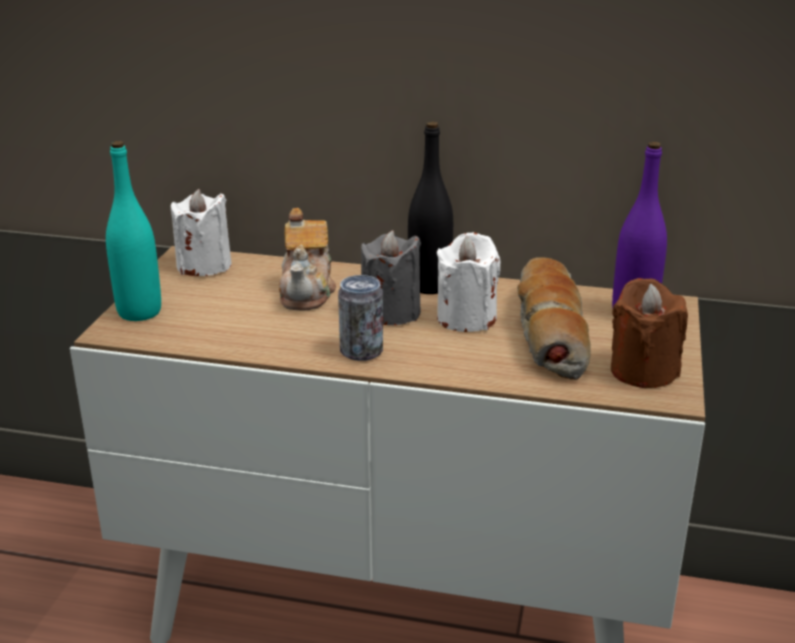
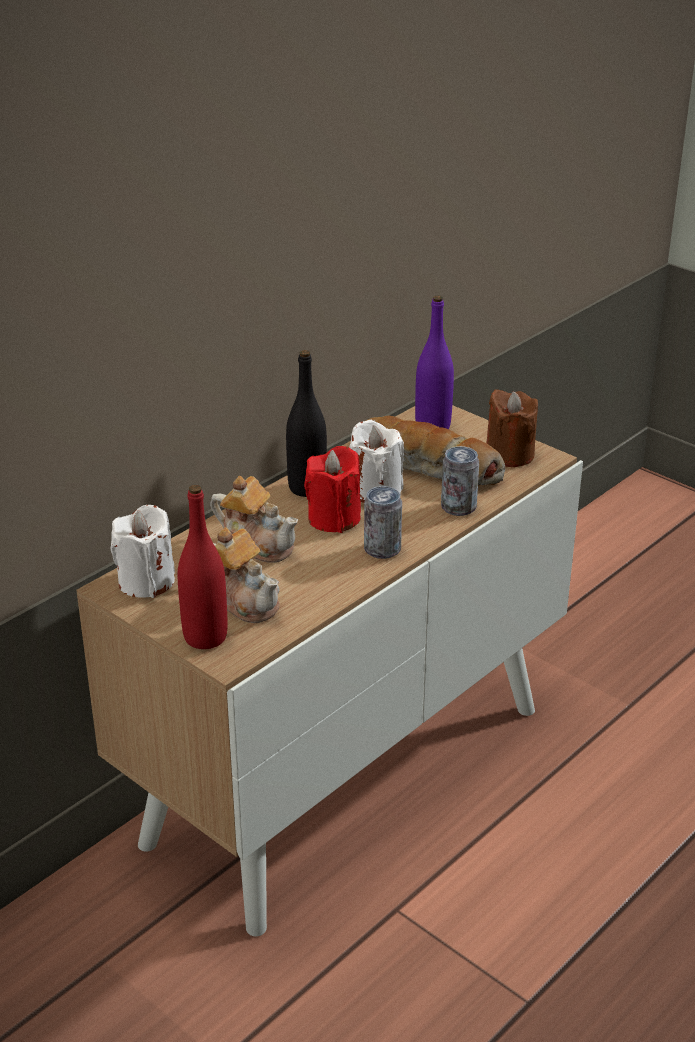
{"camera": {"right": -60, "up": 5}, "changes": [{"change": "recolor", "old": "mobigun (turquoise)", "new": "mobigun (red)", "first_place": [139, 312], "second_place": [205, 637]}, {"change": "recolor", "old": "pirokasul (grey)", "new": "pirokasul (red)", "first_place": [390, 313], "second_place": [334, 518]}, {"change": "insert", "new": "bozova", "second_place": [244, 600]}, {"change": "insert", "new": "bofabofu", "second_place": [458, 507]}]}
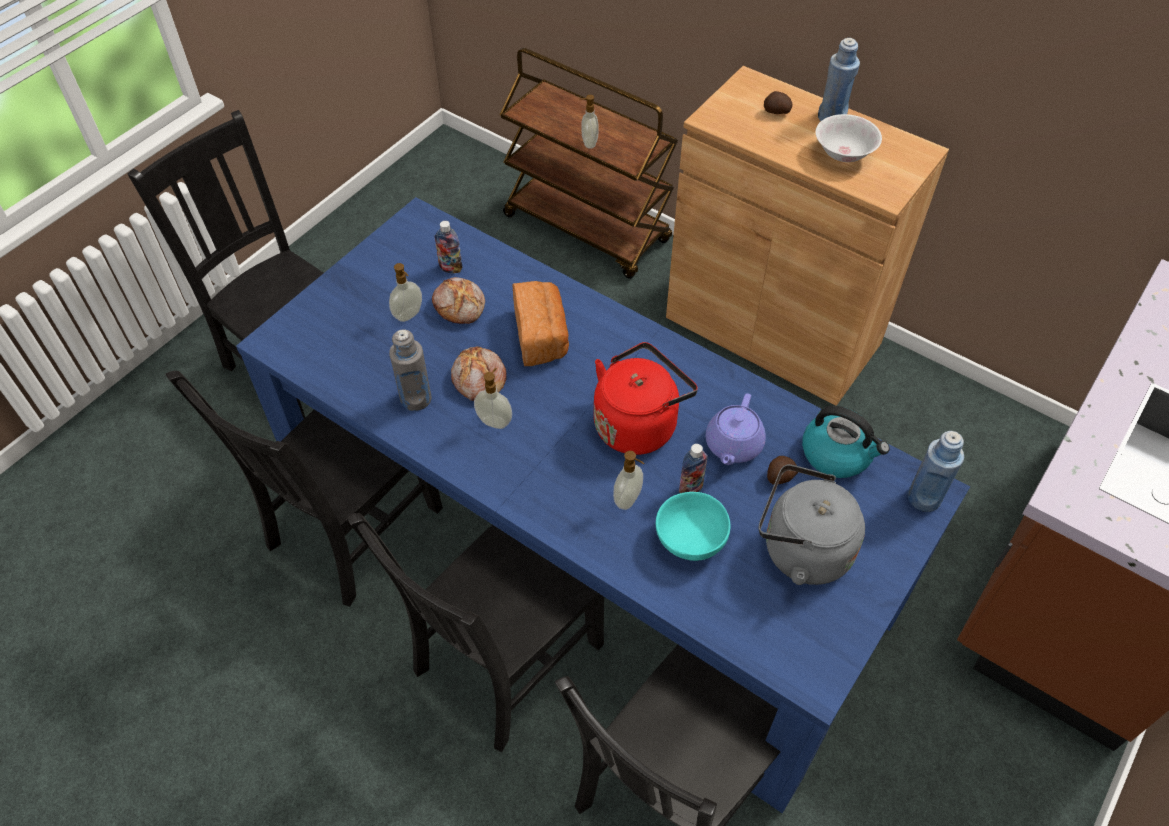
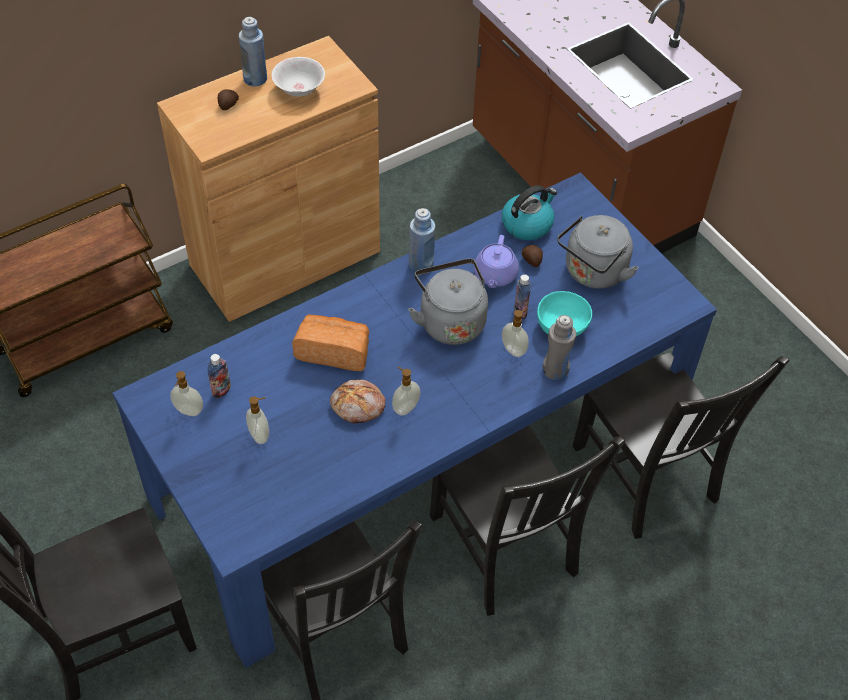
{"camera": {"right": -70, "up": 0}, "changes": [{"change": "move", "old": "mobigun (grey)", "first_place": [416, 399], "second_place": [555, 370]}, {"change": "delete", "old": "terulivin", "first_place": [460, 305]}, {"change": "move", "old": "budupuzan", "first_place": [588, 143], "second_place": [188, 411]}, {"change": "recolor", "old": "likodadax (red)", "new": "likodadax (grey)", "first_place": [638, 423], "second_place": [450, 321]}, {"change": "rotate", "old": "bozova (purple)", "first_place": [733, 445], "second_place": [495, 275], "degrees": 60}, {"change": "move", "old": "mobigun (blue)", "first_place": [924, 498], "second_place": [421, 264]}]}
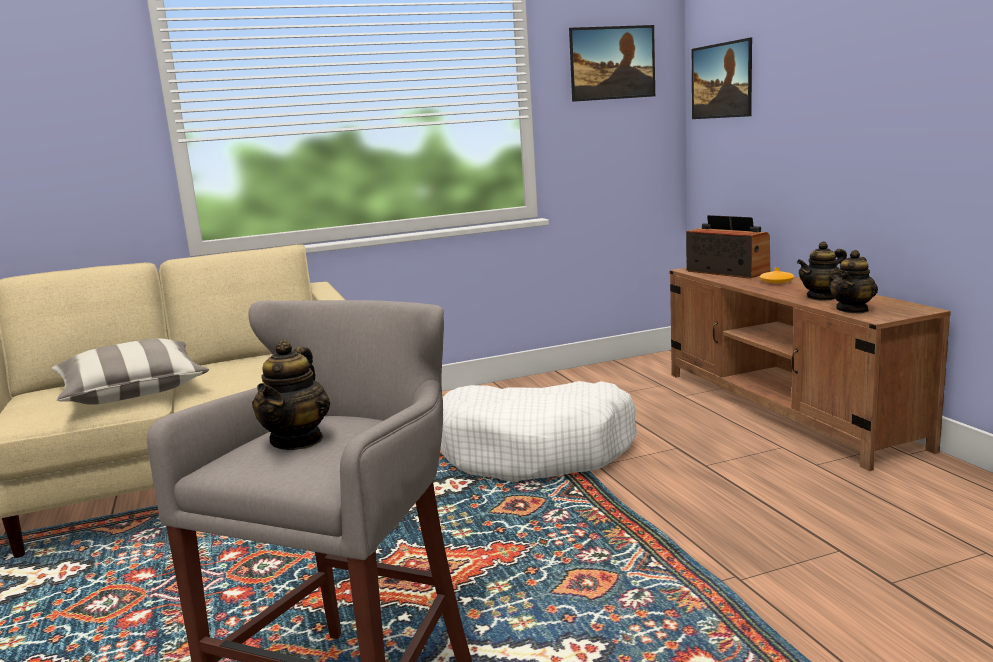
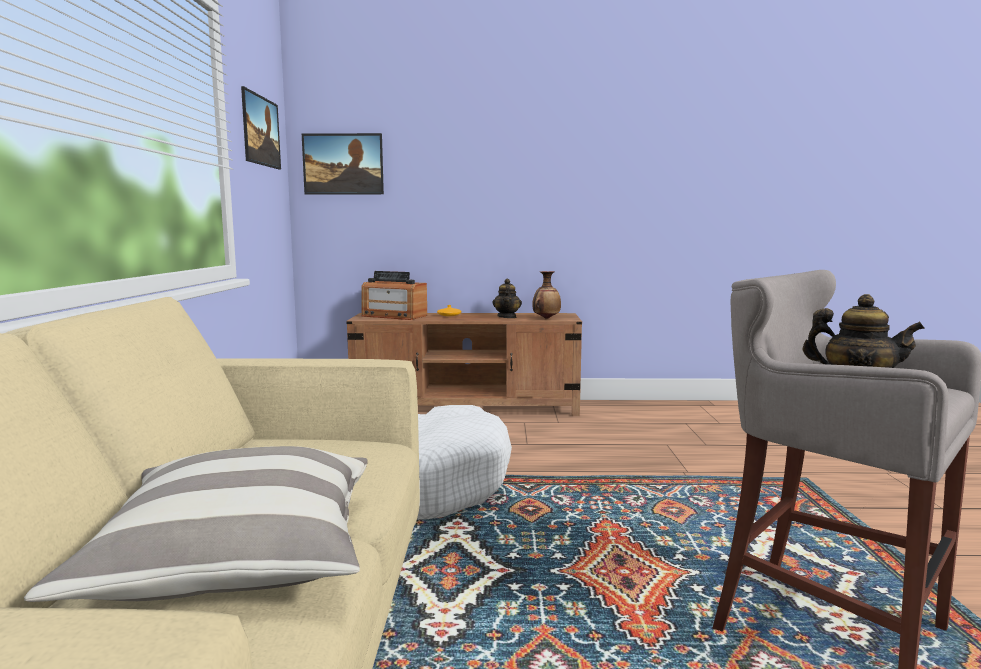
{"camera": {"right": -70, "up": -5}, "changes": [{"change": "rotate", "old": "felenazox", "first_place": [727, 272], "second_place": [394, 316], "degrees": -135}, {"change": "replace", "old": "bozova", "new": "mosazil", "first_place": [852, 310], "second_place": [546, 318]}]}
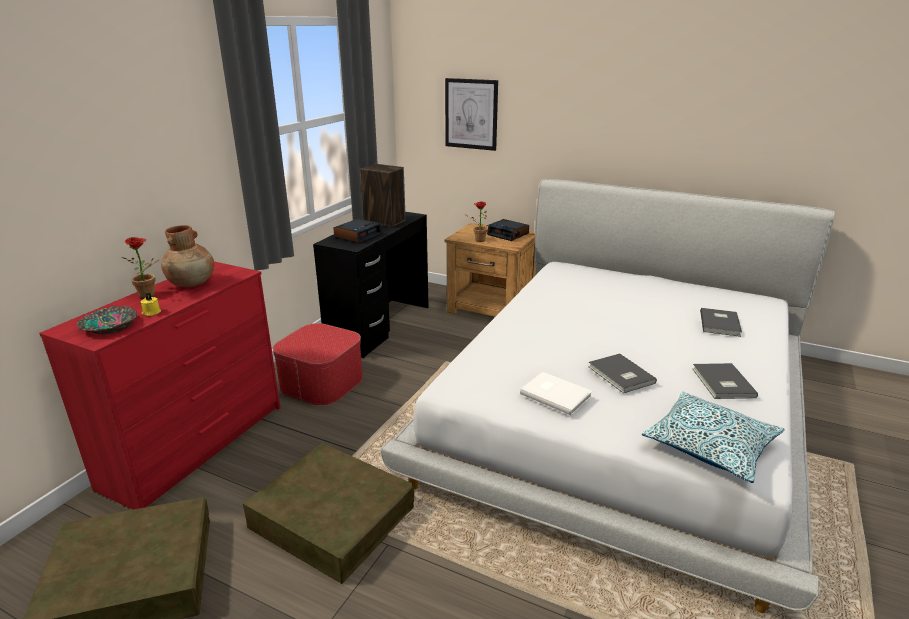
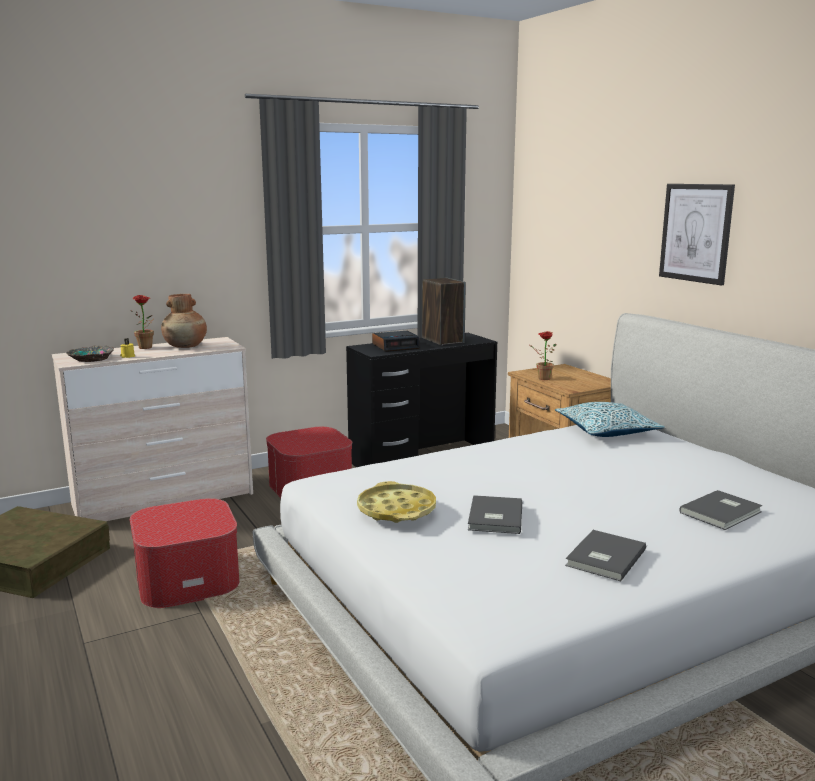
{"camera": {"right": 35, "up": -10}, "changes": [{"change": "recolor", "old": "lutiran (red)", "new": "lutiran (beige)", "first_place": [197, 446], "second_place": [164, 500]}, {"change": "replace", "old": "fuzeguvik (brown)", "new": "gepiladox", "first_place": [332, 517], "second_place": [188, 578]}, {"change": "move", "old": "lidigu", "first_place": [471, 114], "second_place": [696, 233]}, {"change": "delete", "old": "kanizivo", "first_place": [508, 234]}, {"change": "replace", "old": "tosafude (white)", "new": "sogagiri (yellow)", "first_place": [555, 394], "second_place": [396, 510]}, {"change": "move", "old": "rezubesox", "first_place": [710, 446], "second_place": [607, 431]}]}
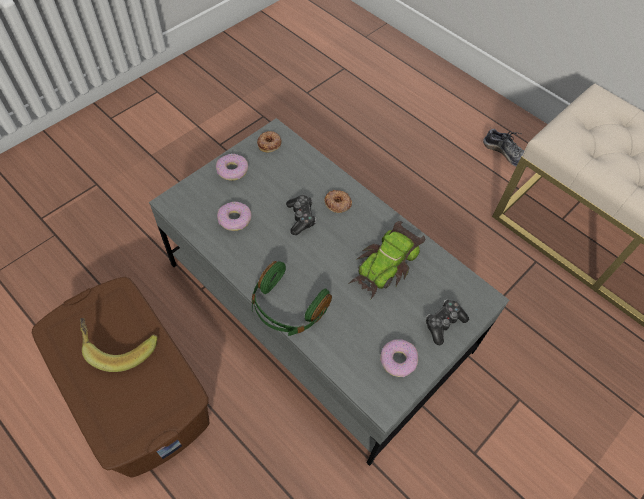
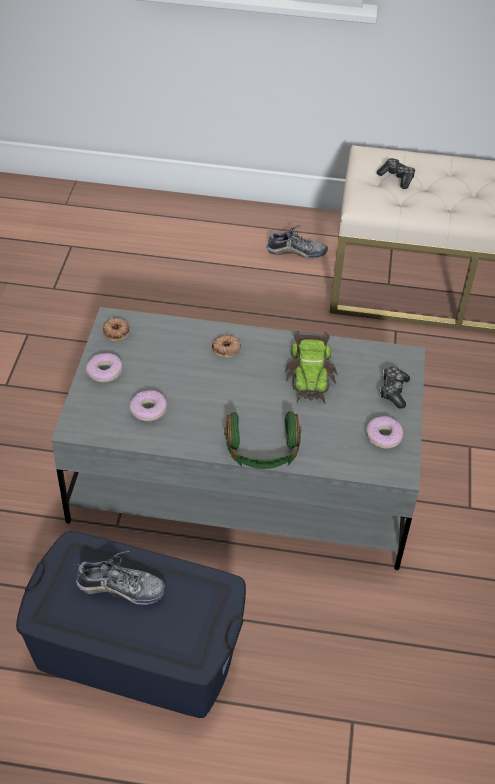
{"camera": {"right": -35, "up": -10}, "changes": [{"change": "recolor", "old": "fuzeguvik (brown)", "new": "fuzeguvik (blue)", "first_place": [137, 389], "second_place": [137, 647]}, {"change": "replace", "old": "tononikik", "new": "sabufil", "first_place": [120, 346], "second_place": [121, 588]}, {"change": "move", "old": "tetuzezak", "first_place": [301, 218], "second_place": [397, 178]}]}
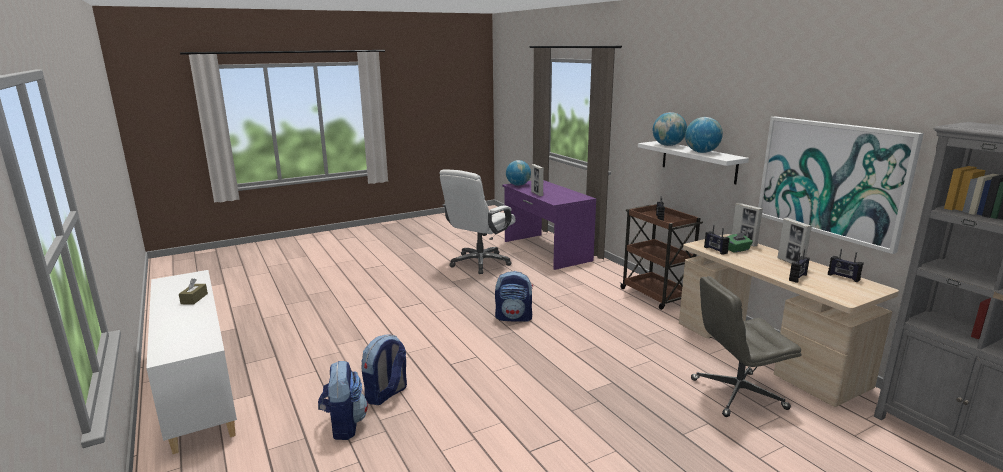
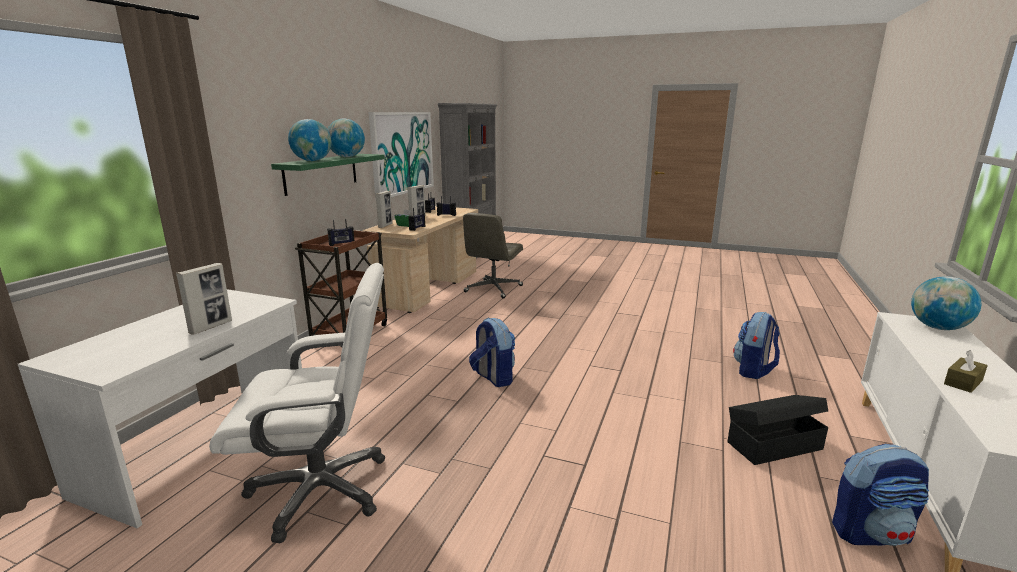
{"camera": {"right": -130, "up": 0}, "changes": [{"change": "move", "old": "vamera", "first_place": [386, 394], "second_place": [871, 533]}, {"change": "recolor", "old": "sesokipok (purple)", "new": "sesokipok (white)", "first_place": [546, 251], "second_place": [203, 447]}, {"change": "move", "old": "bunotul", "first_place": [518, 185], "second_place": [938, 328]}, {"change": "recolor", "old": "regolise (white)", "new": "regolise (green)", "first_place": [698, 161], "second_place": [321, 173]}, {"change": "rotate", "old": "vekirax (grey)", "first_place": [736, 394], "second_place": [493, 289], "degrees": 75}, {"change": "insert", "new": "fuzeguvik (black)", "second_place": [772, 445]}]}
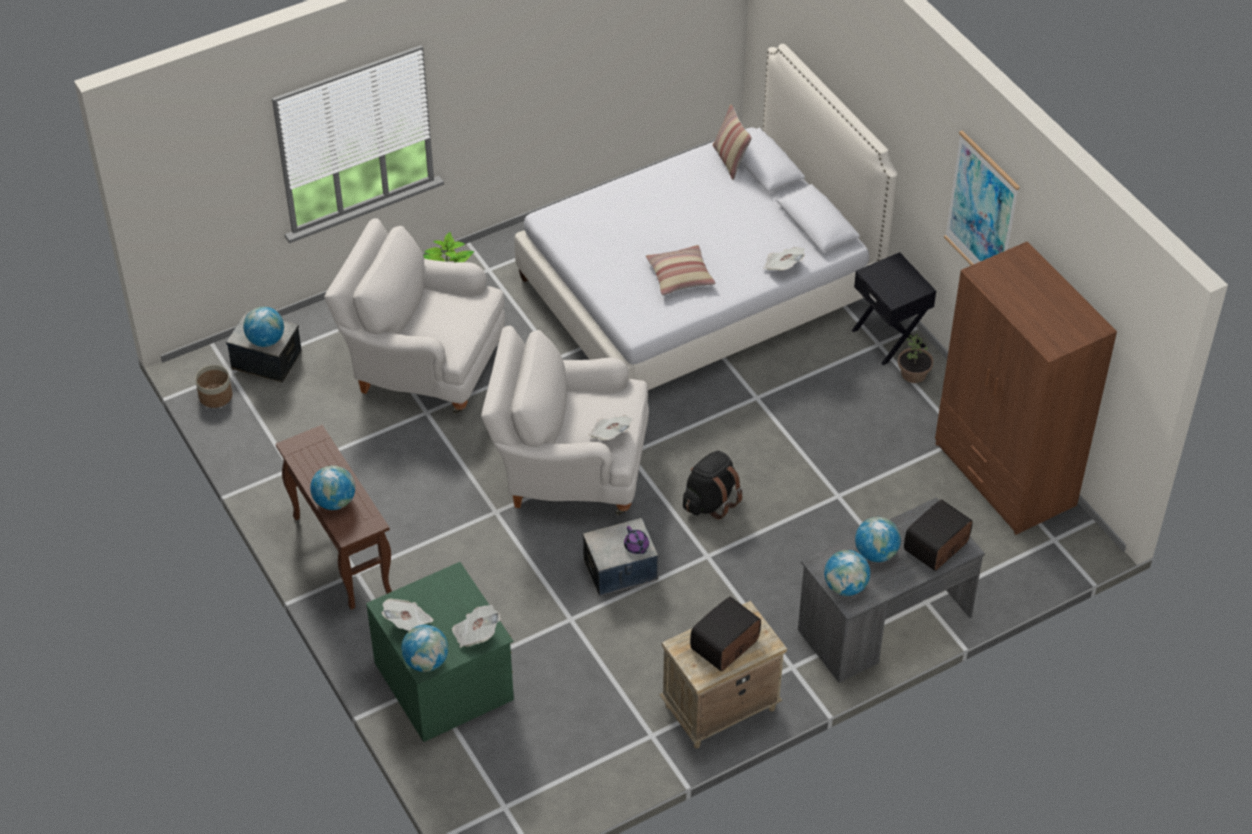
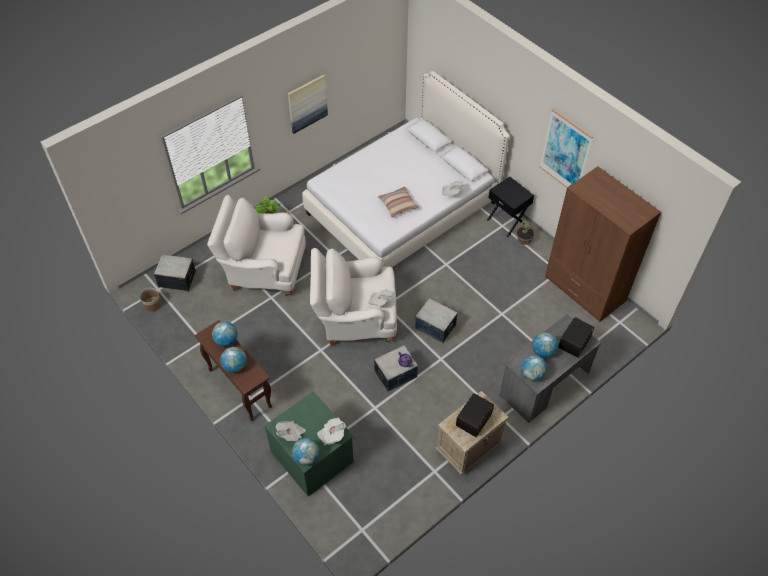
{"camera": {"right": -10, "up": 5}, "changes": [{"change": "move", "old": "bunotul", "first_place": [266, 340], "second_place": [226, 340]}, {"change": "replace", "old": "vamera (black)", "new": "fuzeguvik", "first_place": [710, 502], "second_place": [435, 327]}, {"change": "delete", "old": "rezubesox", "first_place": [730, 161]}, {"change": "insert", "new": "lidigu", "second_place": [307, 103]}]}
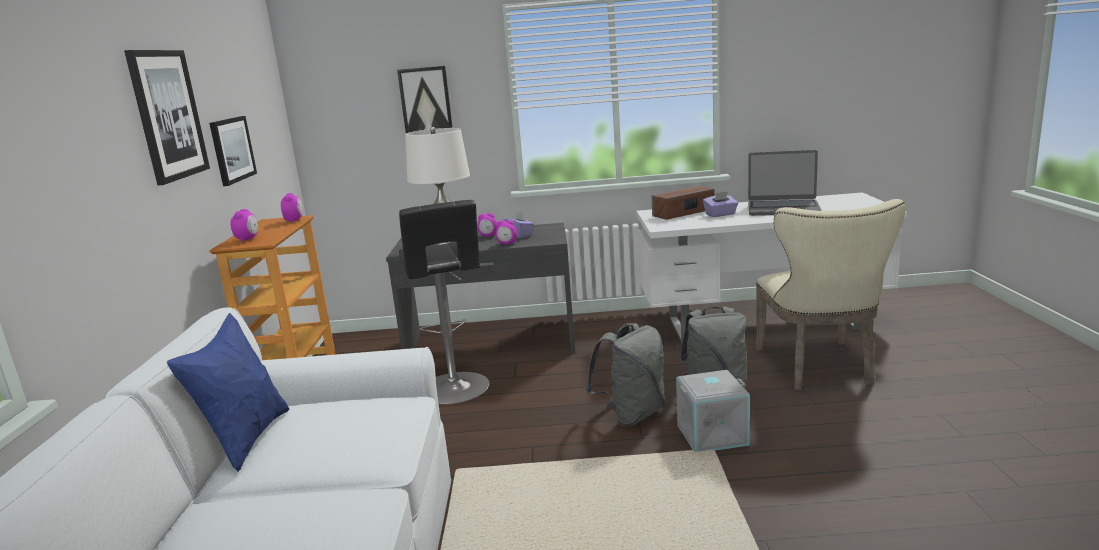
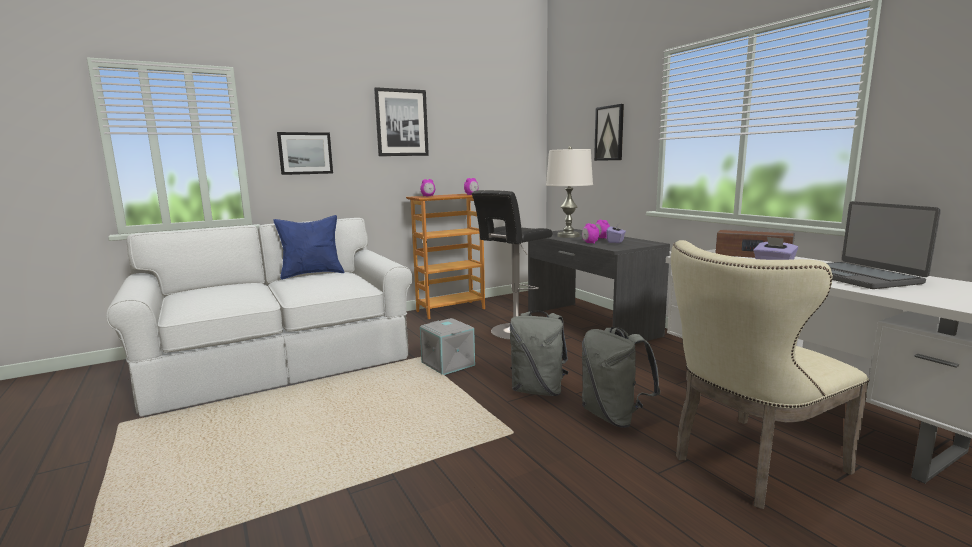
{"camera": {"right": 60, "up": -5}, "changes": [{"change": "move", "old": "lidigu", "first_place": [232, 150], "second_place": [305, 153]}, {"change": "move", "old": "fuzeguvik (grey)", "first_place": [712, 434], "second_place": [449, 364]}]}
